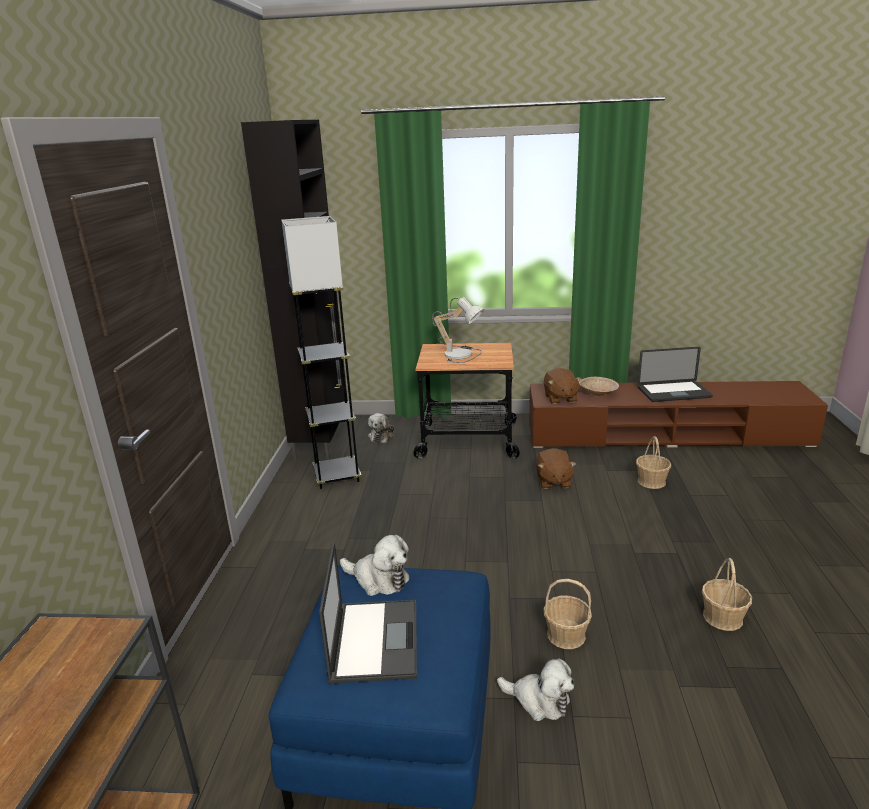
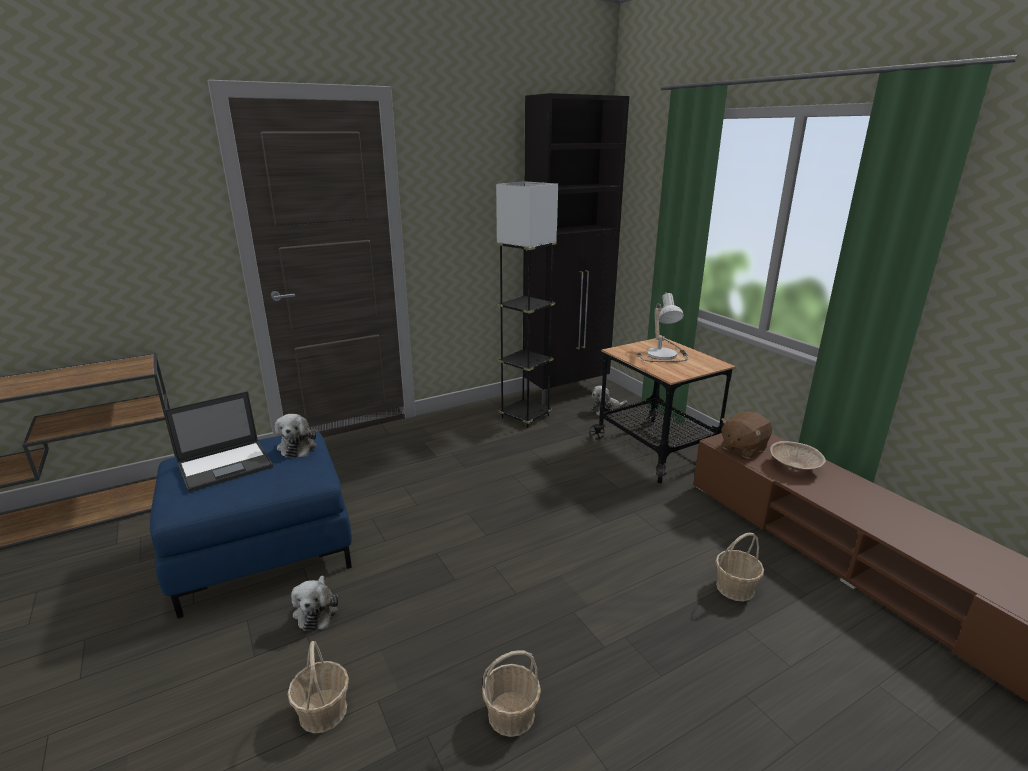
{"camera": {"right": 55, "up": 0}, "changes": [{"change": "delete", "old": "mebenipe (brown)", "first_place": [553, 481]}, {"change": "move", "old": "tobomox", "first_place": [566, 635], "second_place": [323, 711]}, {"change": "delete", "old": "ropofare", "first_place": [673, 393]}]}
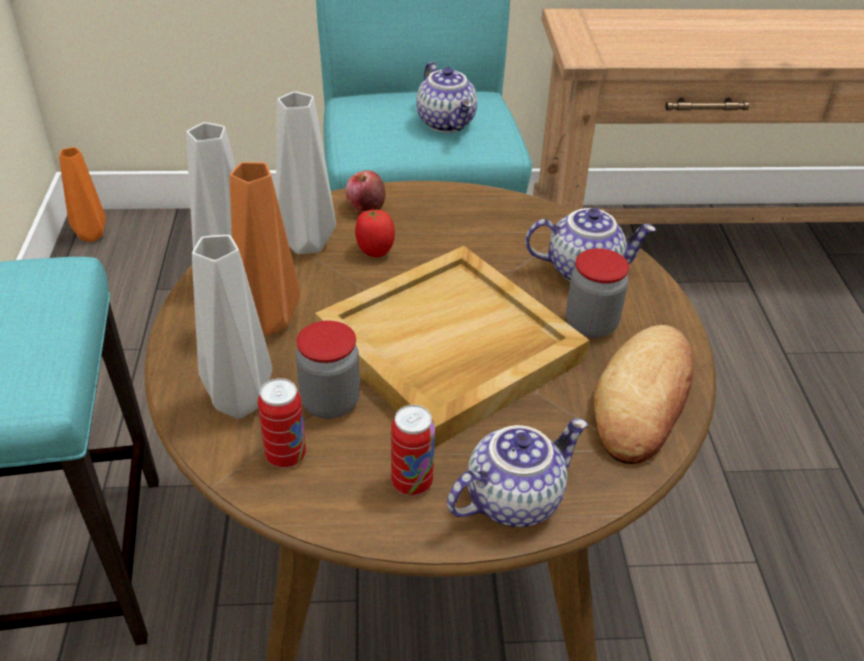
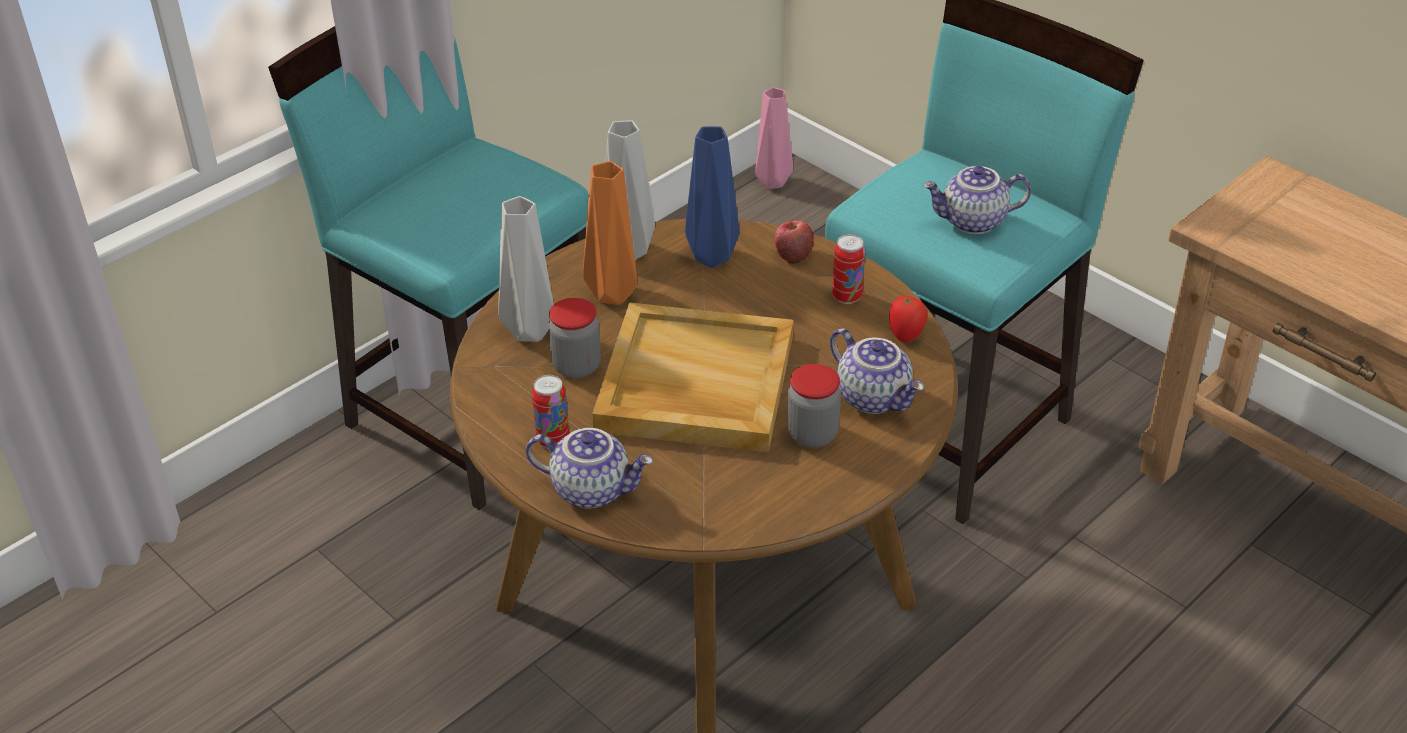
{"camera": {"right": 50, "up": 0}, "changes": [{"change": "recolor", "old": "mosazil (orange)", "new": "mosazil (pink)", "first_place": [92, 236], "second_place": [773, 183]}, {"change": "move", "old": "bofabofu", "first_place": [285, 456], "second_place": [847, 296]}, {"change": "recolor", "old": "mosazil (grey)", "new": "mosazil (blue)", "first_place": [309, 244], "second_place": [713, 258]}, {"change": "move", "old": "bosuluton", "first_place": [375, 251], "second_place": [906, 335]}, {"change": "rotate", "old": "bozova", "first_place": [447, 123], "second_place": [973, 222], "degrees": 60}, {"change": "delete", "old": "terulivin", "first_place": [643, 400]}]}
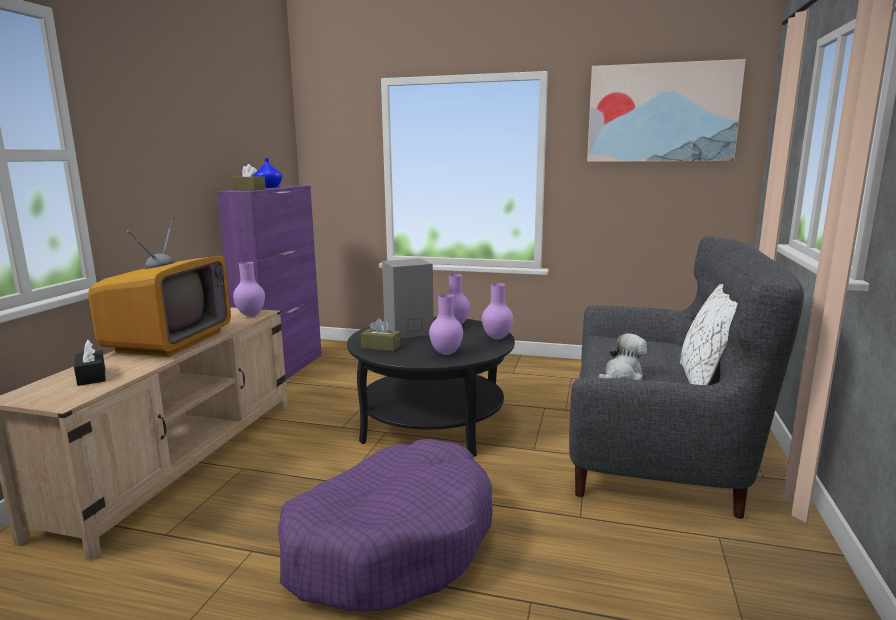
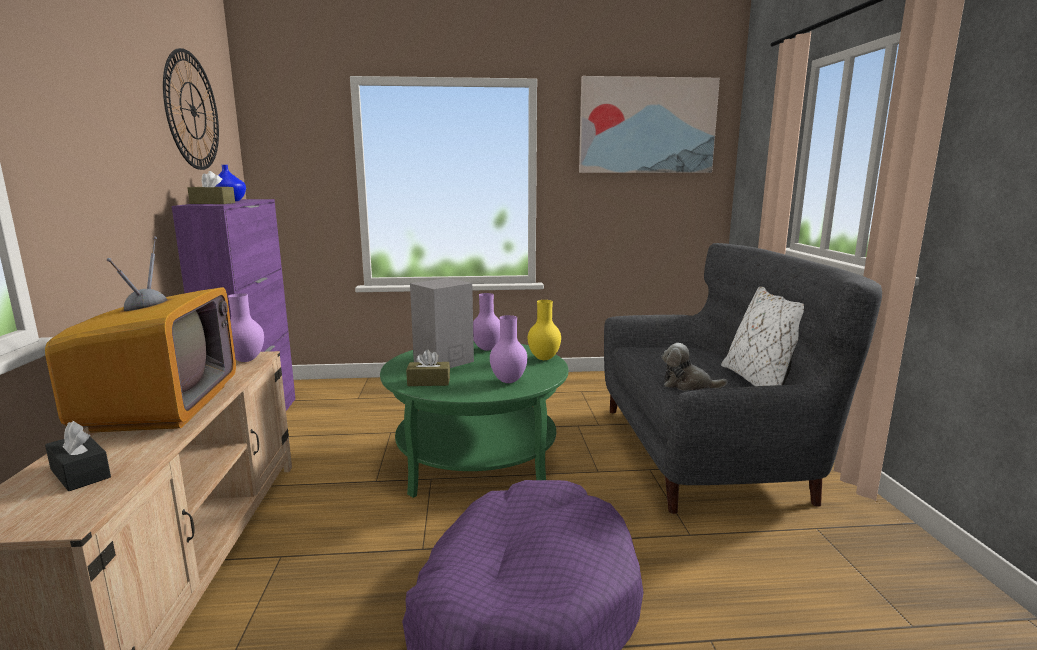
{"camera": {"right": -20, "up": 0}, "changes": [{"change": "recolor", "old": "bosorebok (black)", "new": "bosorebok (green)", "first_place": [432, 424], "second_place": [477, 461]}, {"change": "recolor", "old": "mosazil (purple)", "new": "mosazil (yellow)", "first_place": [497, 338], "second_place": [544, 358]}, {"change": "rotate", "old": "mebenipe", "first_place": [622, 376], "second_place": [687, 385], "degrees": -105}, {"change": "insert", "new": "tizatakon", "second_place": [192, 111]}]}
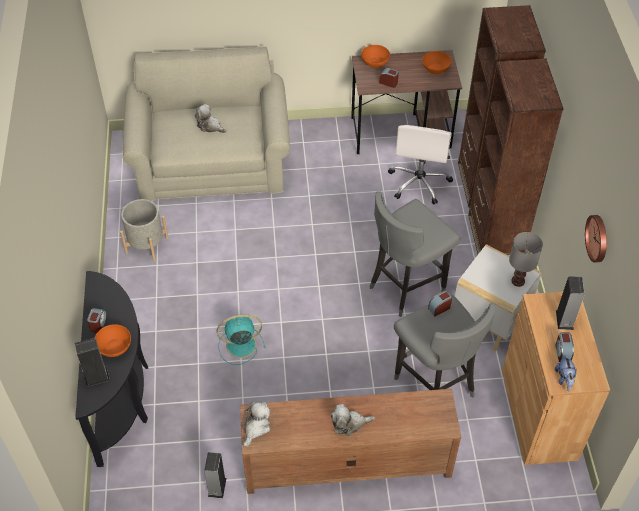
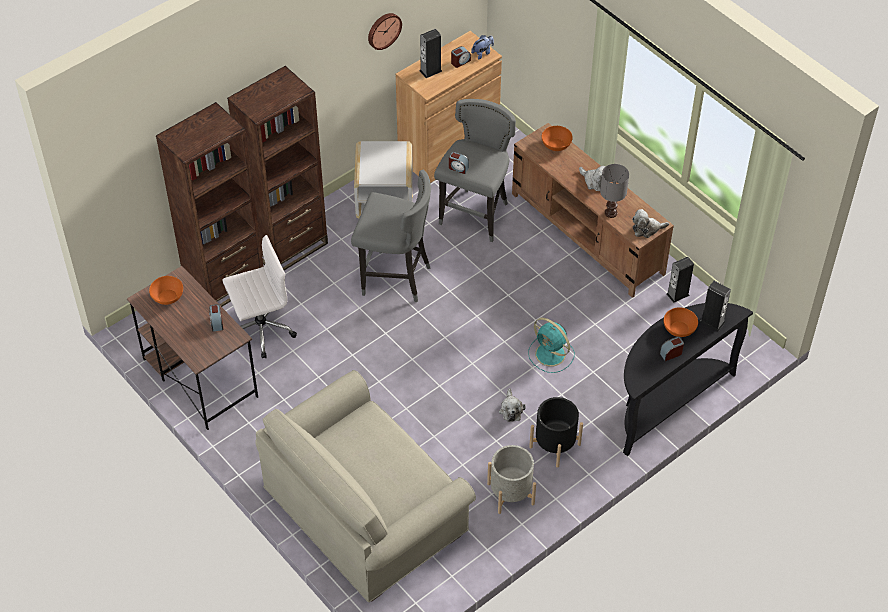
{"camera": {"right": -125, "up": 0}, "changes": [{"change": "move", "old": "mebenipe", "first_place": [210, 126], "second_place": [511, 409]}, {"change": "move", "old": "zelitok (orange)", "first_place": [375, 62], "second_place": [556, 145]}, {"change": "move", "old": "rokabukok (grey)", "first_place": [517, 281], "second_place": [611, 213]}, {"change": "insert", "new": "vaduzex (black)", "second_place": [555, 445]}]}
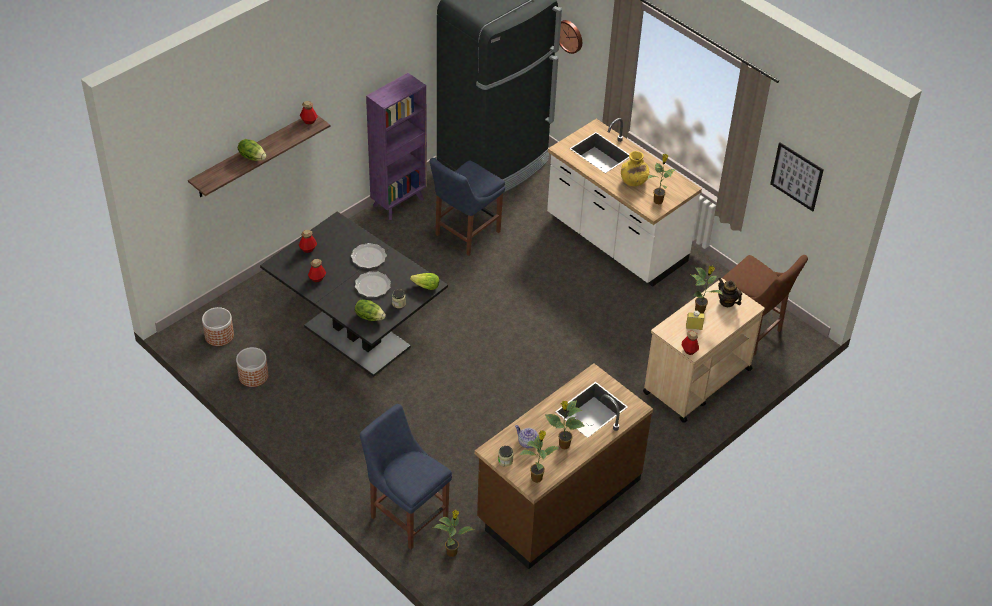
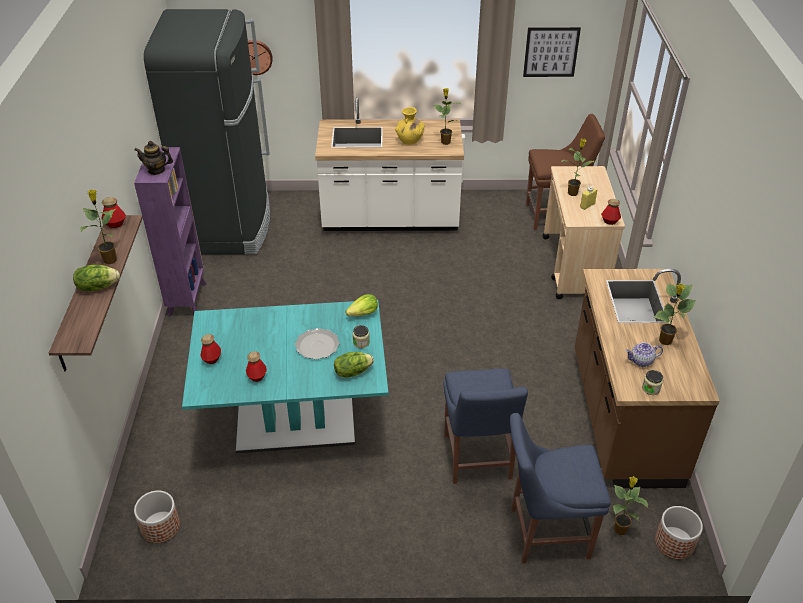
{"camera": {"right": -45, "up": -5}, "changes": [{"change": "move", "old": "vaduzex", "first_place": [253, 376], "second_place": [674, 542]}, {"change": "recolor", "old": "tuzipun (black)", "new": "tuzipun (turquoise)", "first_place": [357, 337], "second_place": [295, 424]}, {"change": "delete", "old": "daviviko", "first_place": [368, 257]}, {"change": "move", "old": "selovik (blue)", "first_place": [465, 234], "second_place": [477, 459]}, {"change": "move", "old": "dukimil", "first_place": [537, 477], "second_place": [110, 259]}, {"change": "move", "old": "bozova", "first_place": [727, 302], "second_place": [156, 170]}]}
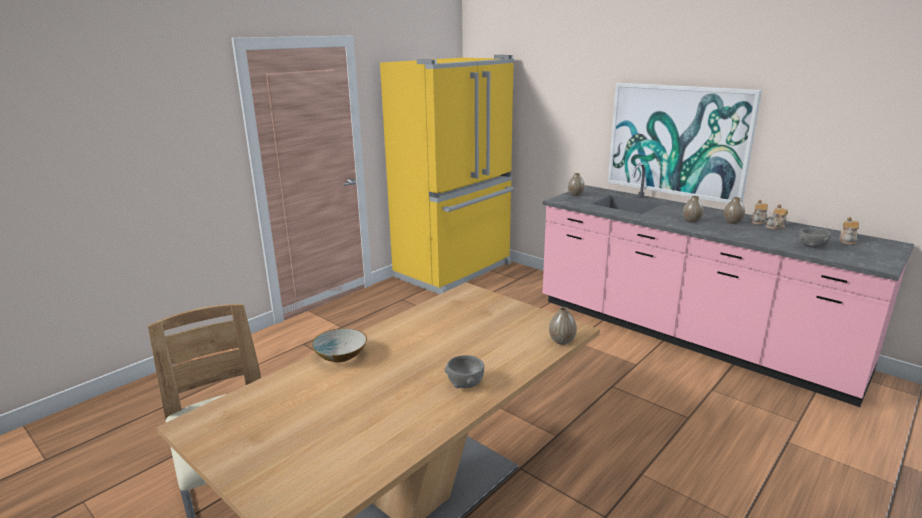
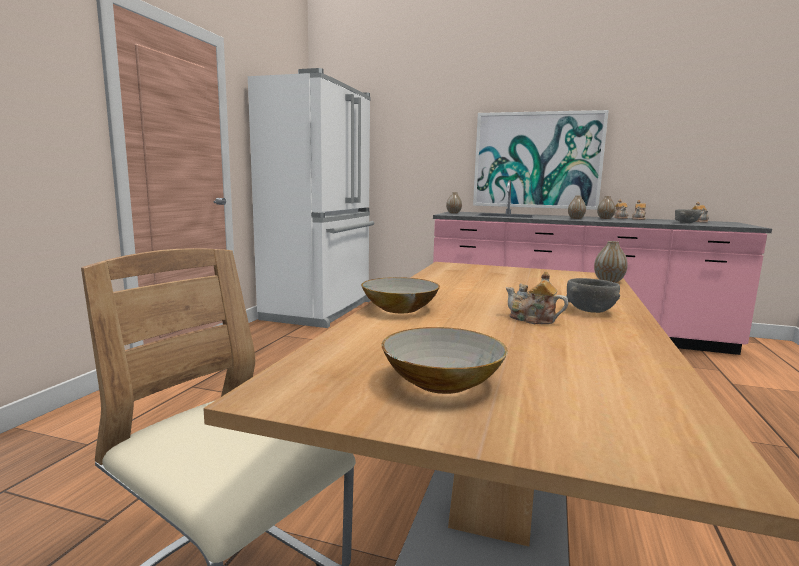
{"camera": {"right": -25, "up": -10}, "changes": [{"change": "recolor", "old": "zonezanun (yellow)", "new": "zonezanun (white)", "first_place": [455, 271], "second_place": [321, 310]}, {"change": "insert", "new": "zelitok", "second_place": [441, 382]}, {"change": "insert", "new": "bozova", "second_place": [533, 319]}]}
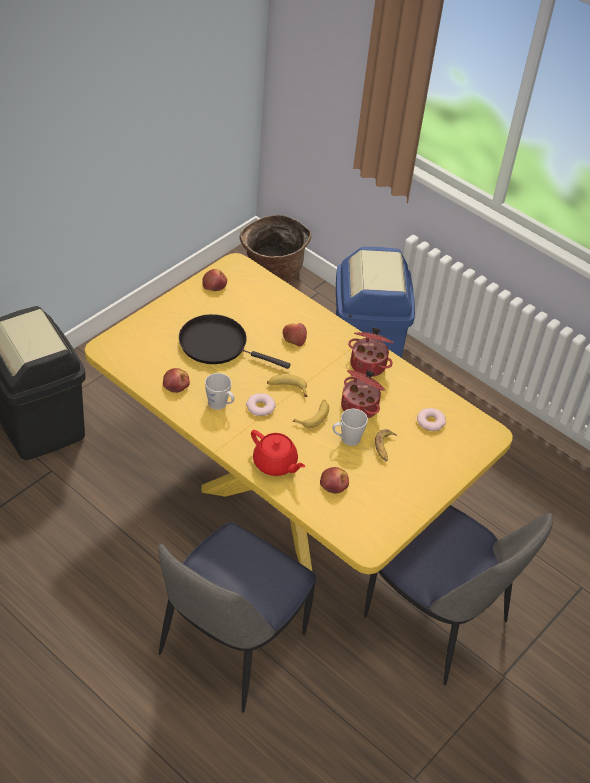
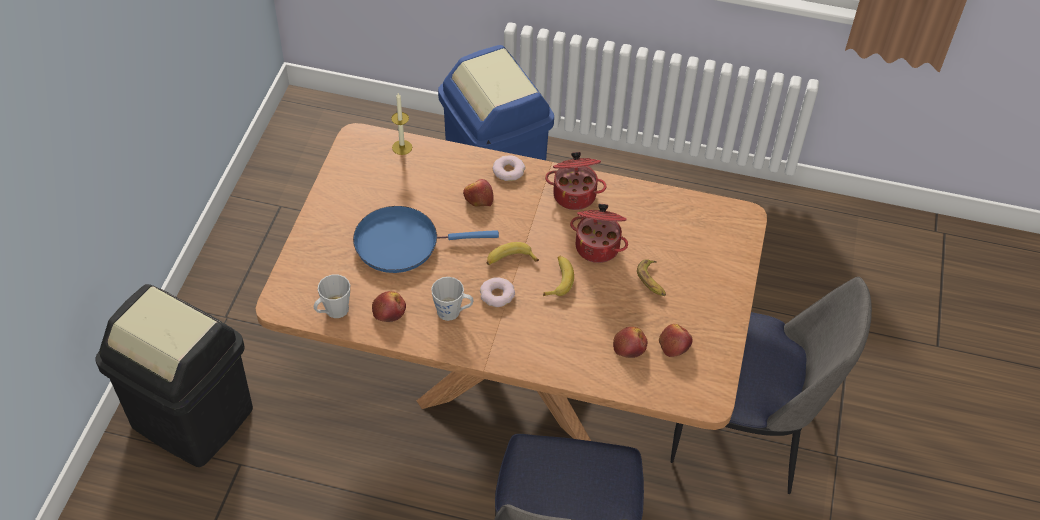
{"camera": {"right": -25, "up": 5}, "changes": [{"change": "recolor", "old": "tuzipun (yellow)", "new": "tuzipun (brown)", "first_place": [283, 505], "second_place": [516, 381]}, {"change": "recolor", "old": "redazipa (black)", "new": "redazipa (blue)", "first_place": [218, 345], "second_place": [402, 243]}, {"change": "move", "old": "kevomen", "first_place": [215, 284], "second_place": [674, 343]}, {"change": "delete", "old": "tobomox", "first_place": [272, 272]}, {"change": "delete", "old": "bozova (red)", "first_place": [275, 464]}, {"change": "move", "old": "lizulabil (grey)", "first_place": [347, 439], "second_place": [333, 311]}, {"change": "move", "old": "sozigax", "first_place": [430, 422], "second_place": [508, 171]}, {"change": "insert", "new": "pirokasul", "second_place": [402, 147]}]}
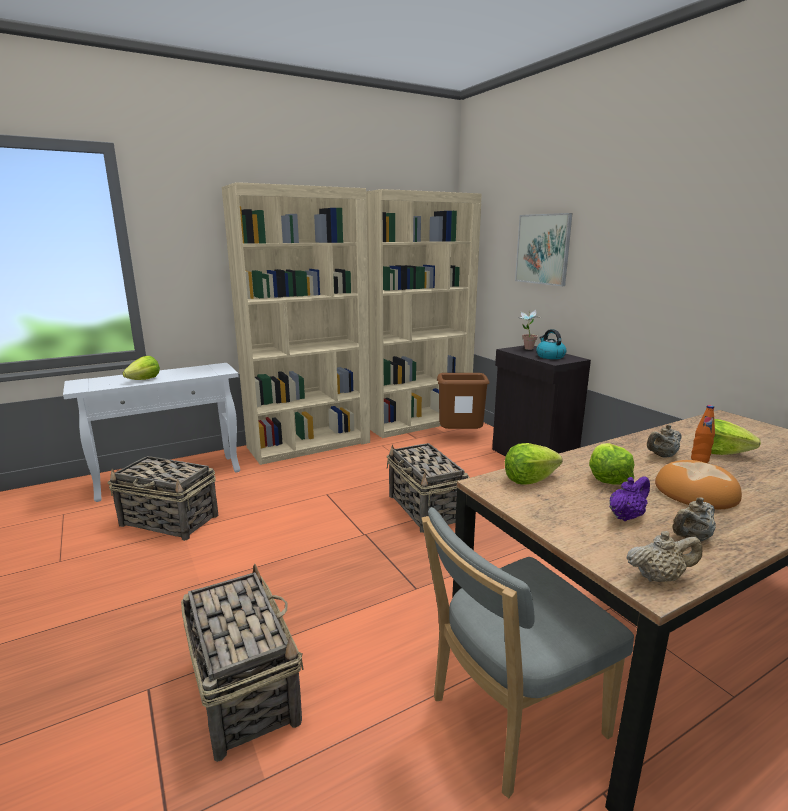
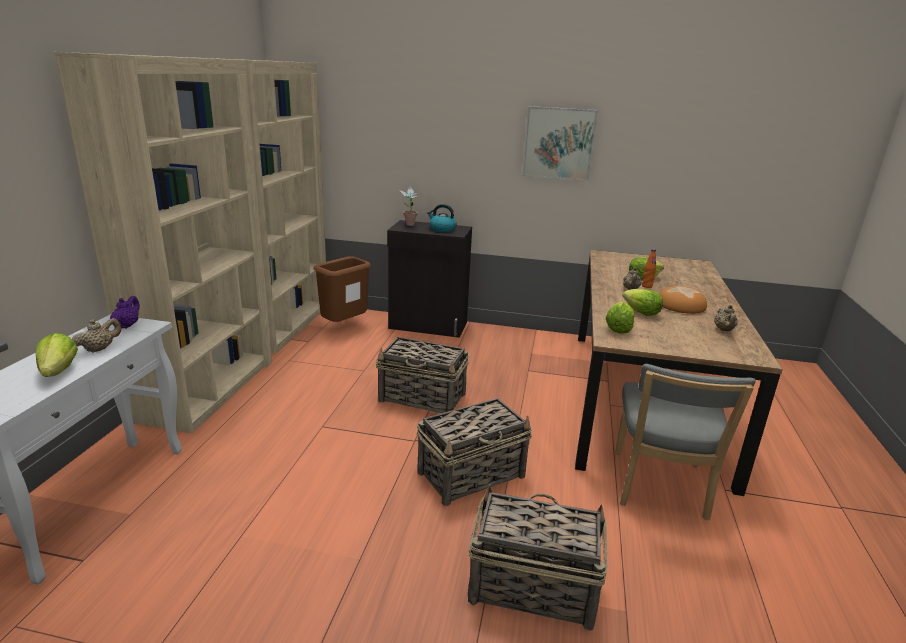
{"camera": {"right": -50, "up": 5}, "changes": [{"change": "move", "old": "tobomox", "first_place": [170, 520], "second_place": [472, 474]}, {"change": "move", "old": "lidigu", "first_place": [543, 249], "second_place": [558, 143]}, {"change": "move", "old": "bozova (purple)", "first_place": [626, 516], "second_place": [127, 325]}, {"change": "move", "old": "bozova (beige)", "first_place": [659, 577], "second_place": [100, 349]}]}
